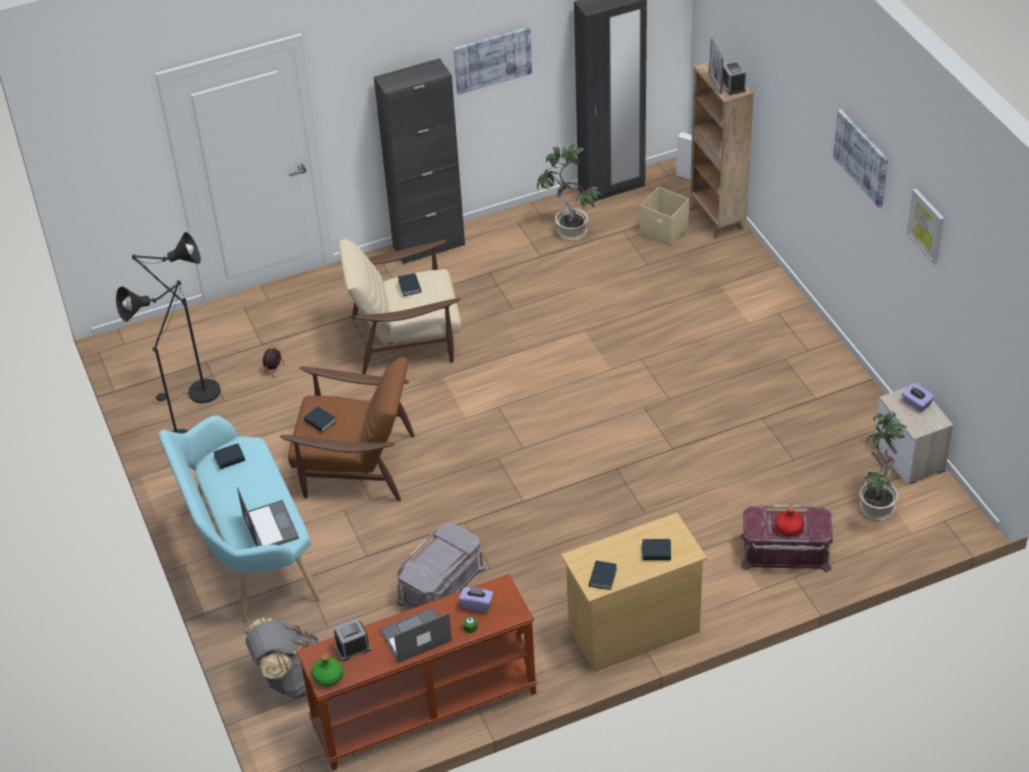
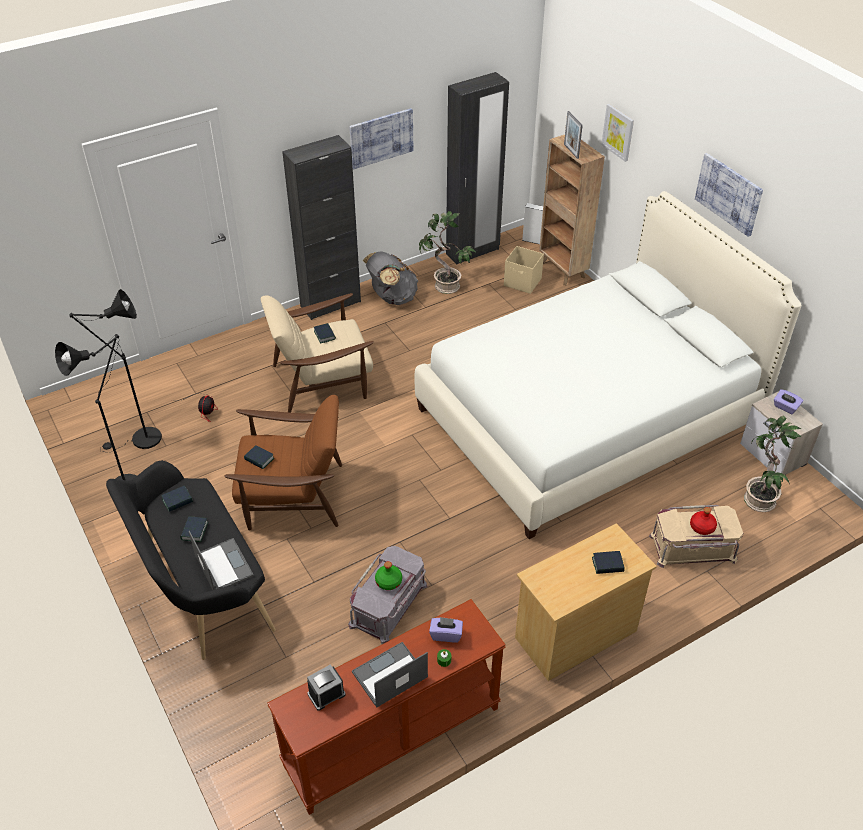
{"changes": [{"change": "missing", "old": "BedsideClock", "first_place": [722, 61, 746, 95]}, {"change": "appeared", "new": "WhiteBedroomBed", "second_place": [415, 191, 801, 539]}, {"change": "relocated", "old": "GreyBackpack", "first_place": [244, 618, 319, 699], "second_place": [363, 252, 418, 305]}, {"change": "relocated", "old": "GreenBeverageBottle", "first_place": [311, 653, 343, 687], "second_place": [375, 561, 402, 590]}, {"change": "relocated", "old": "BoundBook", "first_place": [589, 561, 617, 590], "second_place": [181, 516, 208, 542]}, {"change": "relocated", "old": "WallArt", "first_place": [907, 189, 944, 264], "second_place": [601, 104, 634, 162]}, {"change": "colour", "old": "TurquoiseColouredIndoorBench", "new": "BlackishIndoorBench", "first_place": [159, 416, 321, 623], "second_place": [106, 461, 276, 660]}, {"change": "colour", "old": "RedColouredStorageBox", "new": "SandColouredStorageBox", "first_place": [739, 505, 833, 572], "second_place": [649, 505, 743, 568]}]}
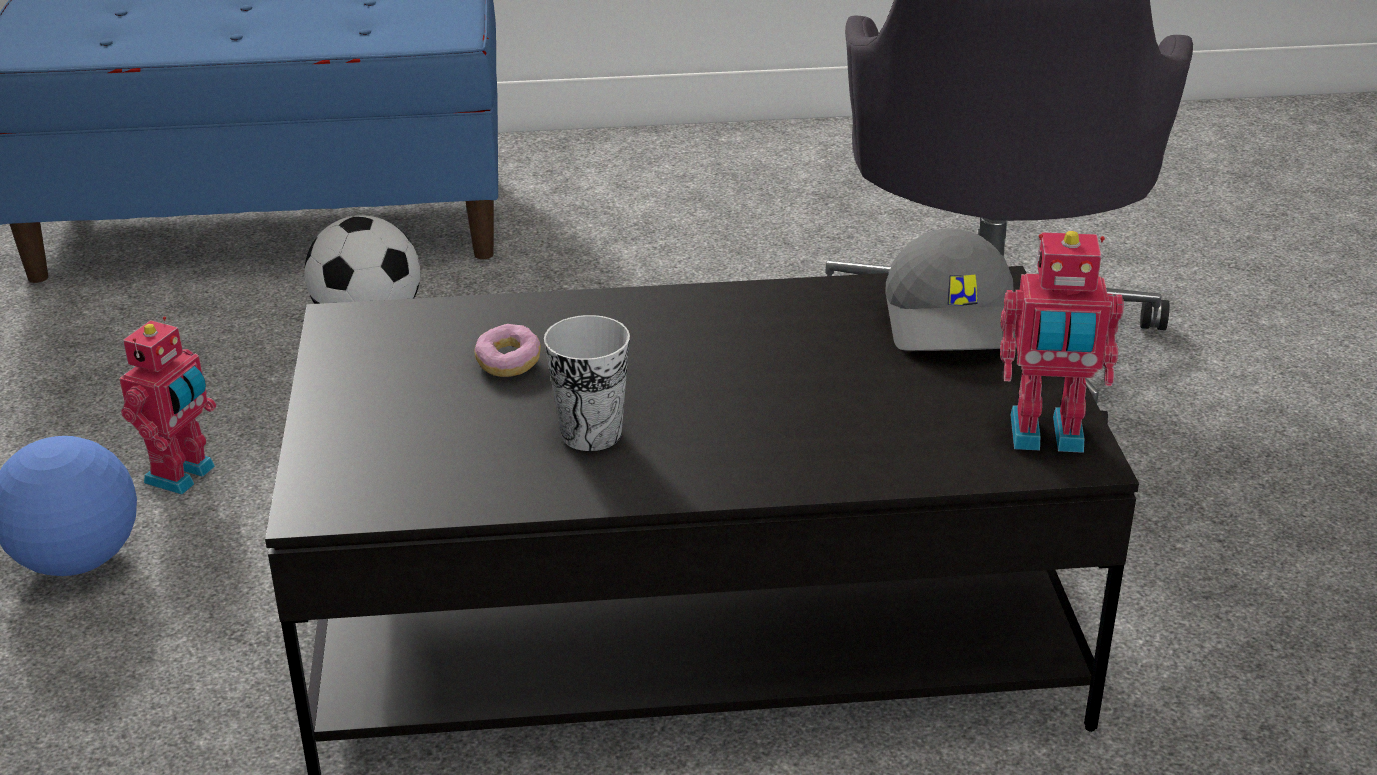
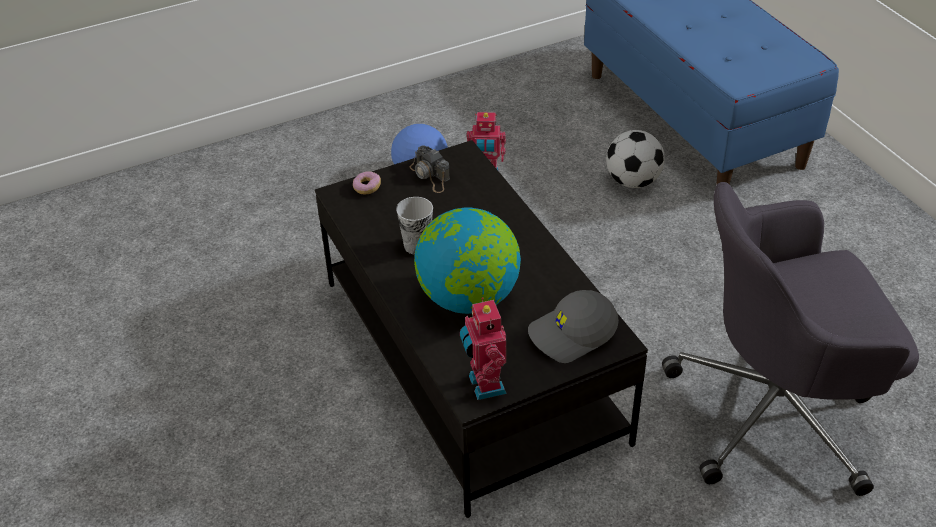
{"changes": [{"change": "appeared", "new": "StillCamera", "second_place": [410, 145, 450, 193]}, {"change": "appeared", "new": "DeskGlobe", "second_place": [414, 207, 521, 314]}, {"change": "relocated", "old": "RingDoughnut", "first_place": [474, 324, 541, 377], "second_place": [353, 171, 381, 194]}]}
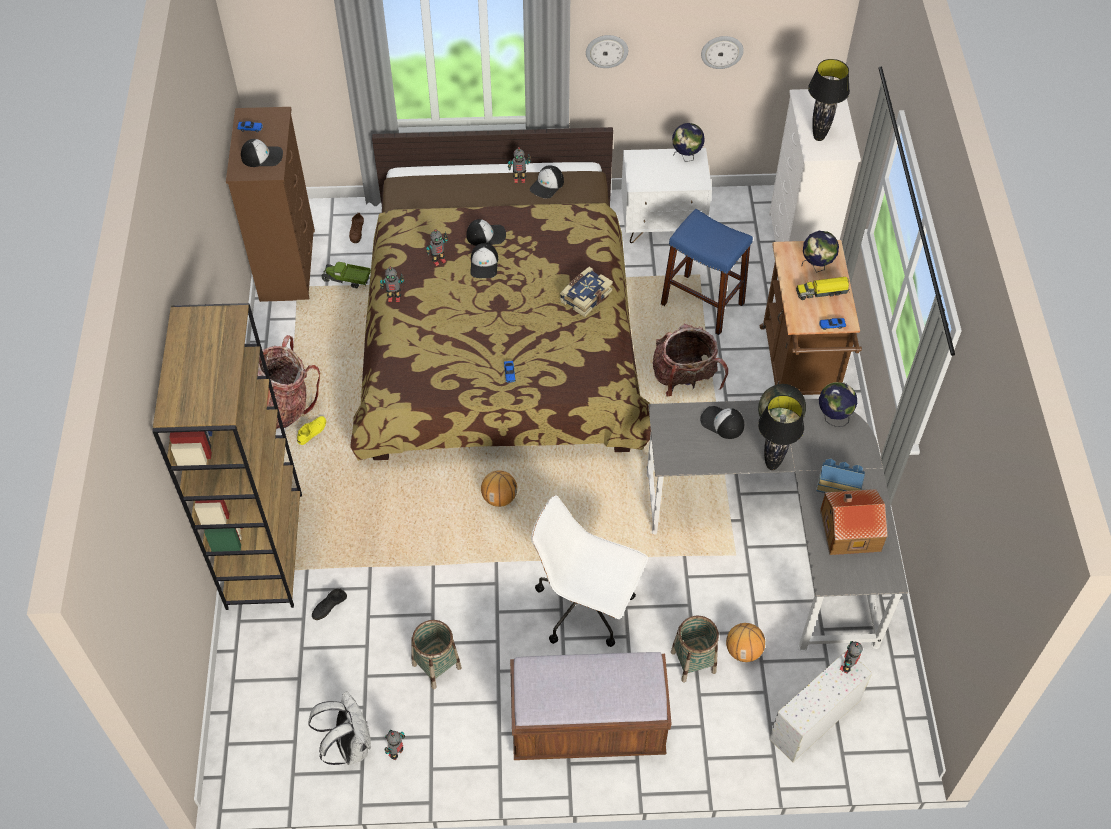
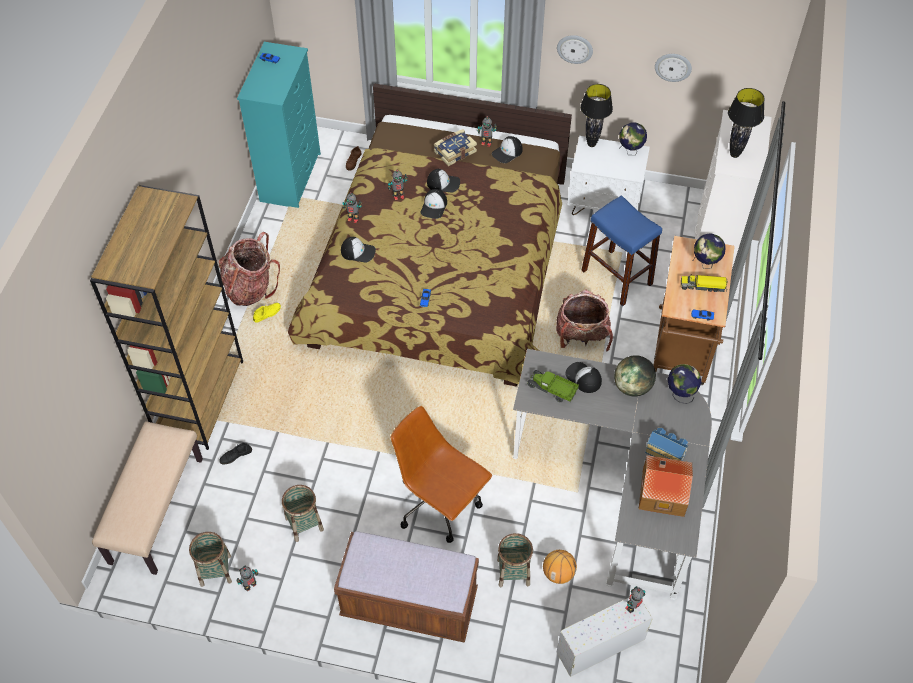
{"changes": [{"change": "missing", "old": "BallForBasketball", "first_place": [481, 470, 517, 507]}, {"change": "appeared", "new": "SandColouredIndoorBench", "second_place": [92, 421, 203, 575]}, {"change": "relocated", "old": "PeakedCap", "first_place": [241, 139, 283, 167], "second_place": [341, 237, 376, 262]}, {"change": "relocated", "old": "ToyLorry", "first_place": [321, 262, 371, 288], "second_place": [528, 370, 579, 402]}, {"change": "relocated", "old": "BoundBook", "first_place": [560, 267, 613, 317], "second_place": [434, 129, 477, 166]}, {"change": "relocated", "old": "BlackishTableLamp", "first_place": [758, 395, 804, 470], "second_place": [580, 84, 613, 147]}, {"change": "exchanged", "old": "WhiteBackpack", "new": "HouseholdBasket", "first_place": [308, 691, 371, 765], "second_place": [189, 532, 232, 587]}, {"change": "colour", "old": "BrownColouredChestOfDrawers", "new": "TurquoiseColouredChestOfDrawers", "first_place": [226, 107, 315, 302], "second_place": [237, 42, 321, 208]}, {"change": "colour", "old": "WhiteOfficeChair", "new": "BrownColouredOfficeChair", "first_place": [531, 495, 648, 647], "second_place": [391, 406, 492, 543]}]}
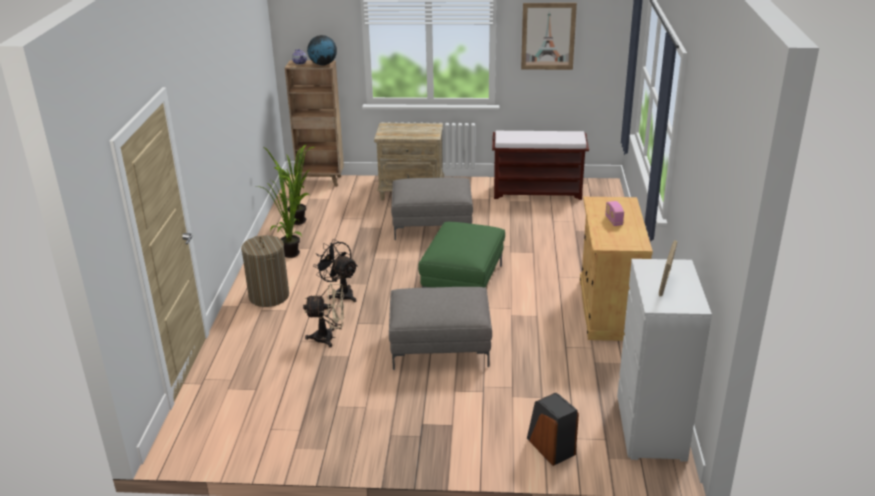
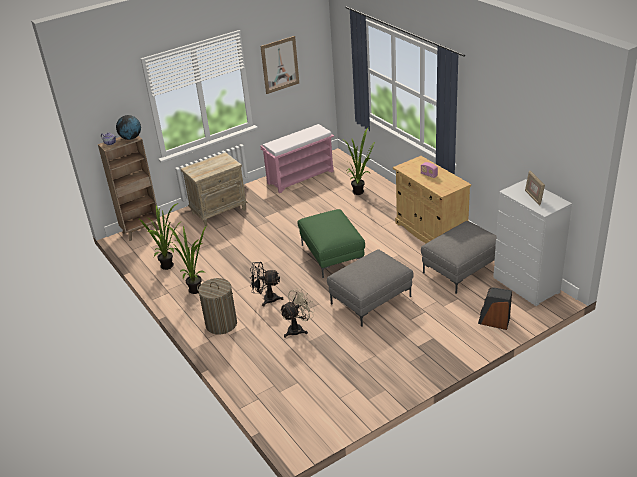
{"changes": [{"change": "appeared", "new": "PlantInAPot", "second_place": [342, 128, 375, 195]}, {"change": "relocated", "old": "GreyPouffe", "first_place": [391, 177, 473, 240], "second_place": [421, 221, 497, 294]}, {"change": "colour", "old": "BrownColouredIndoorBench", "new": "PinkColouredIndoorBench", "first_place": [492, 131, 589, 200], "second_place": [261, 124, 334, 193]}]}
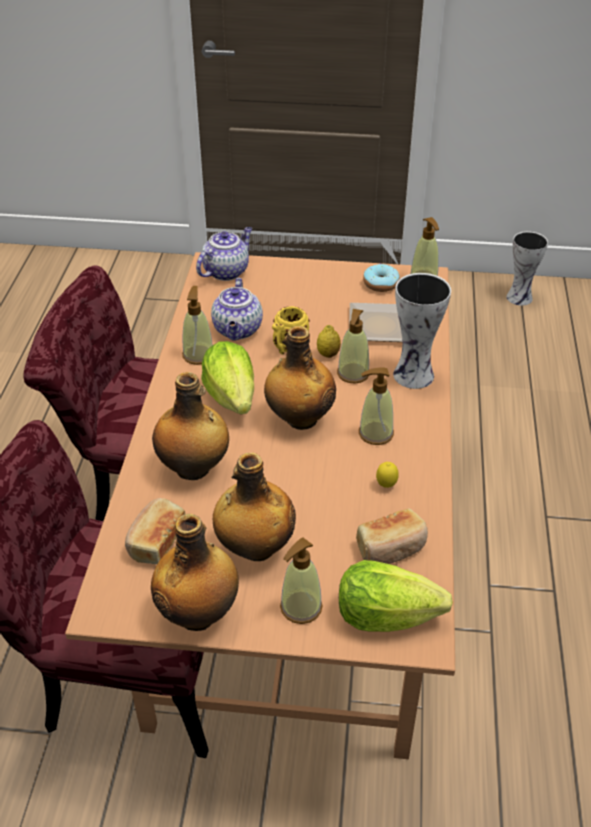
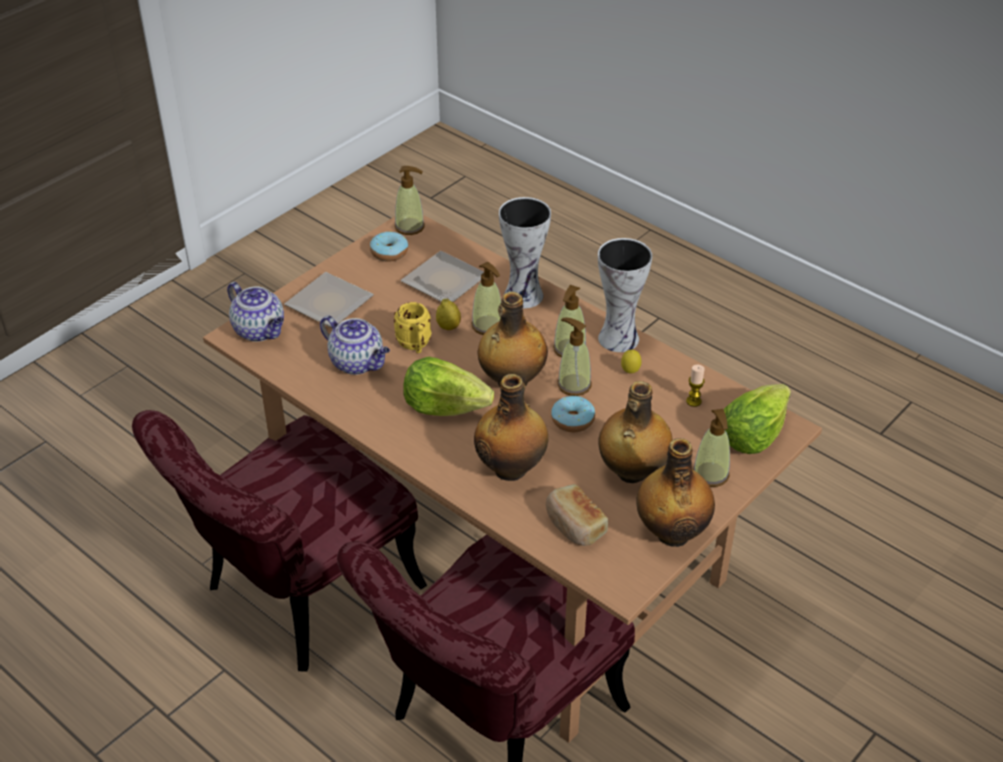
{"changes": [{"change": "appeared", "new": "DinnerPlate", "second_place": [284, 272, 374, 328]}, {"change": "appeared", "new": "RingDoughnut", "second_place": [551, 396, 595, 432]}, {"change": "relocated", "old": "SoapDispenser", "first_place": [182, 286, 213, 365], "second_place": [557, 318, 592, 396]}, {"change": "relocated", "old": "FlowerVase", "first_place": [506, 231, 548, 306], "second_place": [598, 238, 652, 352]}, {"change": "exchanged", "old": "BakeryBread", "new": "Candle", "first_place": [356, 509, 428, 564], "second_place": [686, 365, 705, 407]}, {"change": "spun", "old": "TeaPot", "first_place": [196, 227, 252, 281], "second_place": [227, 282, 284, 342], "degrees": 150}]}
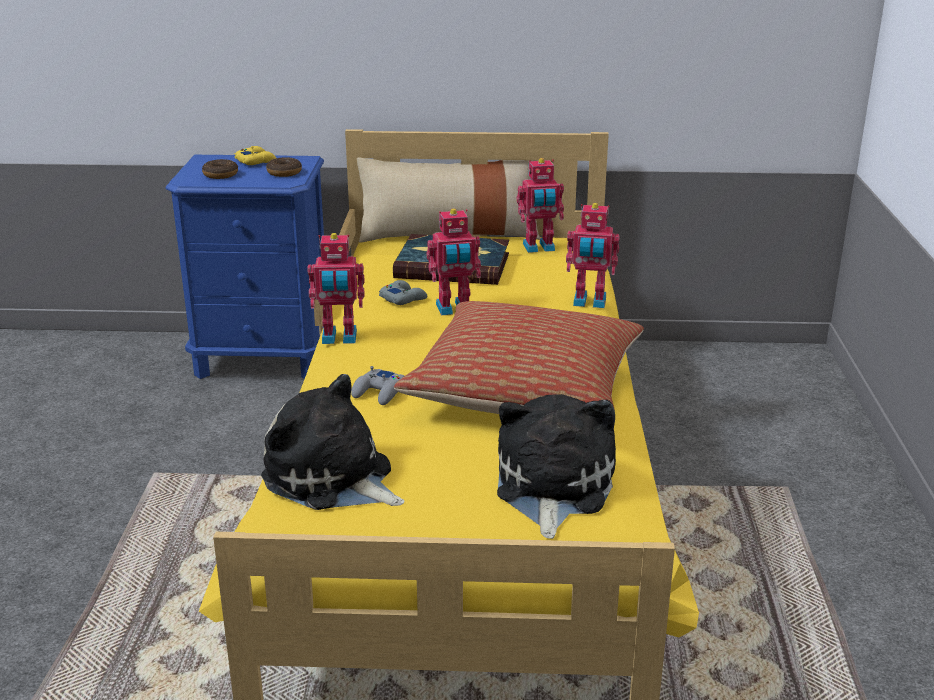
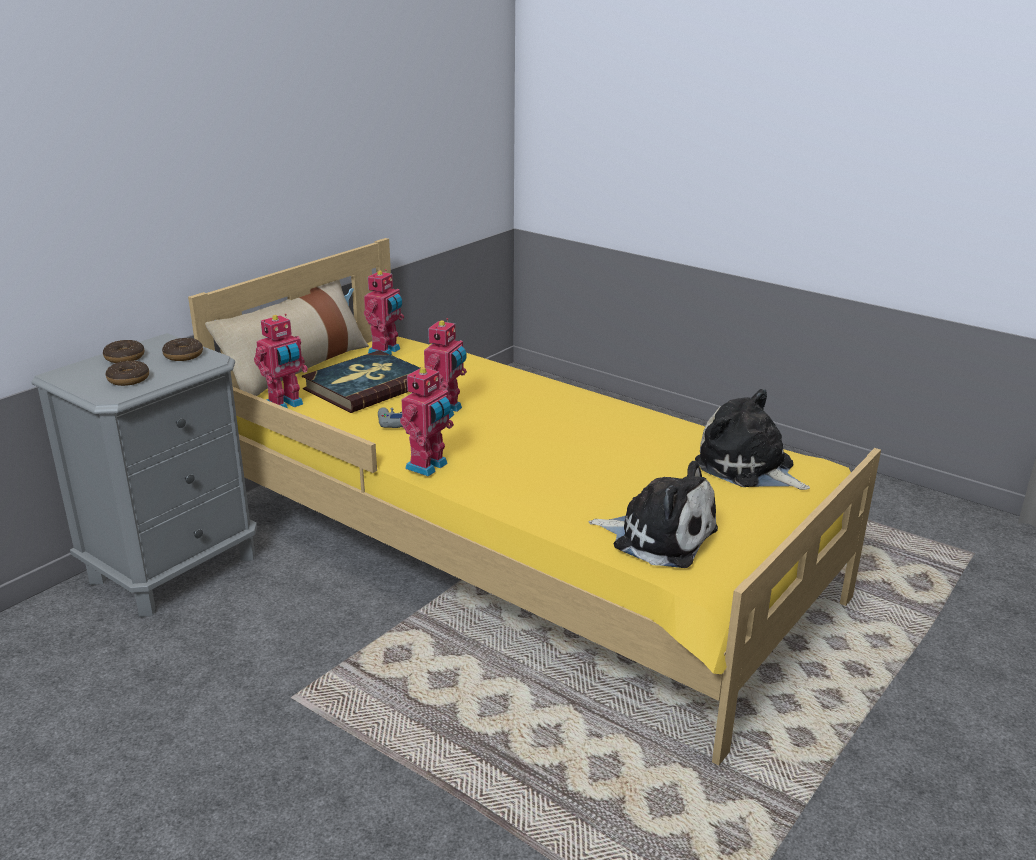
{"changes": [{"change": "missing", "old": "GreyGameController", "first_place": [351, 366, 404, 405]}, {"change": "missing", "old": "Pillow", "first_place": [394, 301, 644, 414]}, {"change": "relocated", "old": "ToyRobot", "first_place": [566, 203, 620, 308], "second_place": [254, 314, 308, 408]}, {"change": "exchanged", "old": "YellowColouredGameController", "new": "RingDoughnut", "first_place": [234, 146, 276, 165], "second_place": [103, 340, 144, 363]}, {"change": "colour", "old": "BlueColouredNightTable", "new": "GreyNightTable", "first_place": [166, 155, 324, 379], "second_place": [32, 333, 257, 617]}, {"change": "spun", "old": "CuddlyToy", "first_place": [261, 374, 405, 510], "second_place": [589, 461, 718, 568], "degrees": -135}]}
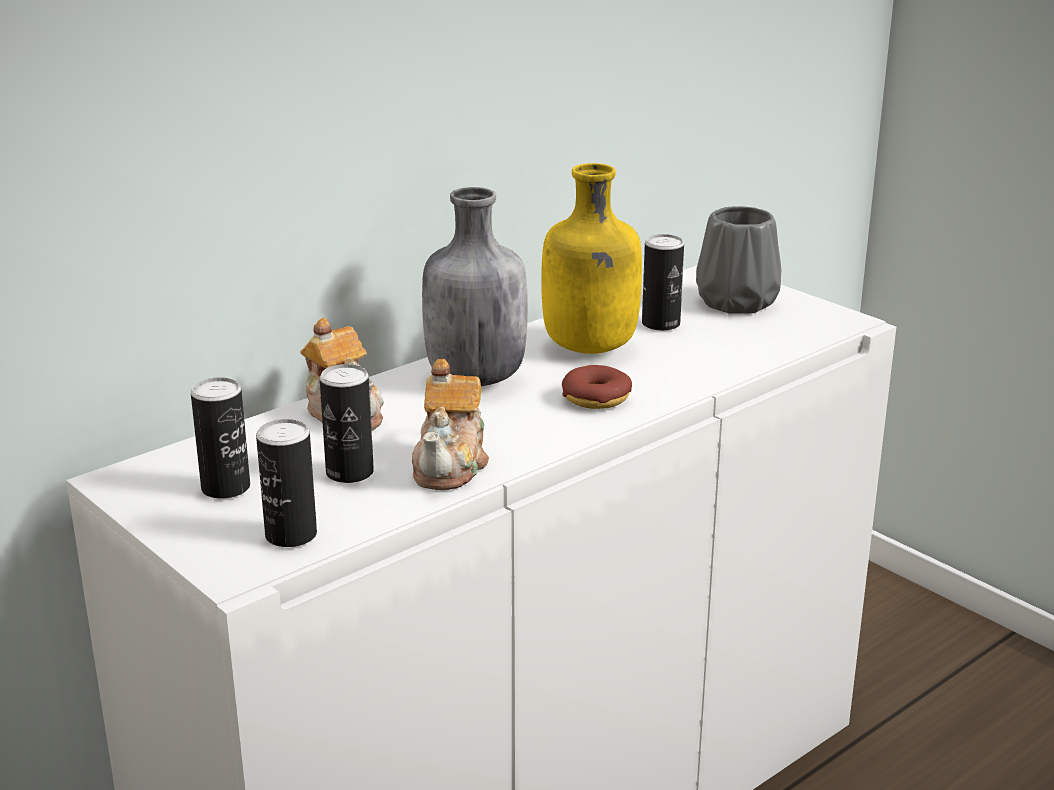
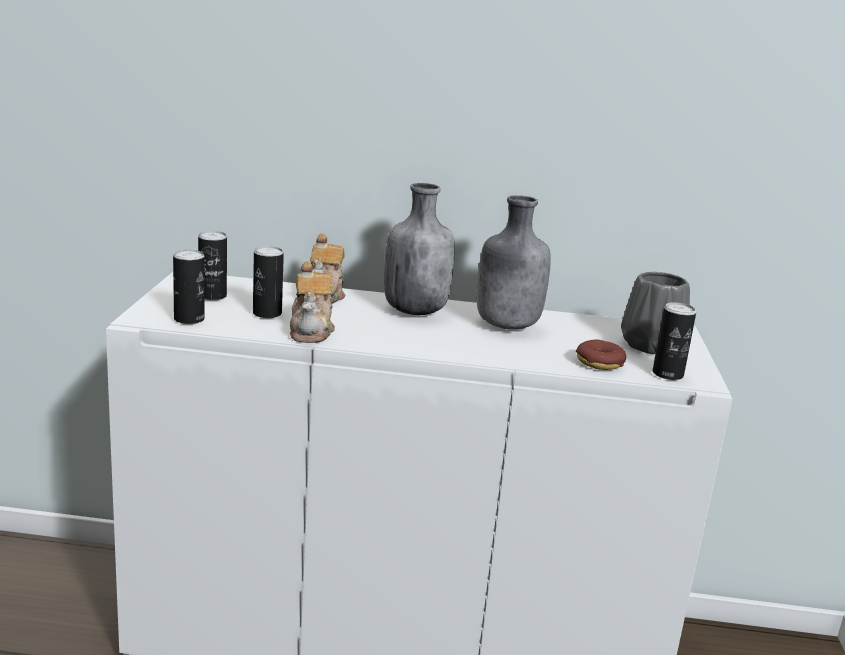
{"changes": [{"change": "relocated", "old": "RingDoughnut", "first_place": [562, 365, 632, 409], "second_place": [576, 339, 626, 370]}, {"change": "relocated", "old": "MetalCan", "first_place": [642, 234, 684, 331], "second_place": [652, 302, 696, 380]}, {"change": "colour", "old": "YellowColouredBeverageBottle", "new": "GreyBeverageBottle", "first_place": [541, 163, 642, 354], "second_place": [477, 195, 551, 330]}, {"change": "spun", "old": "TeaPot", "first_place": [412, 359, 489, 490], "second_place": [290, 261, 335, 343], "degrees": -60}]}
